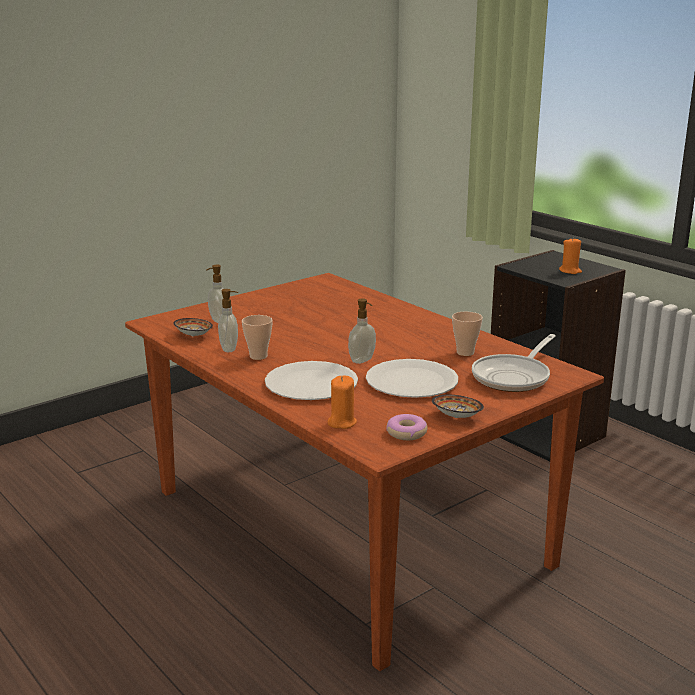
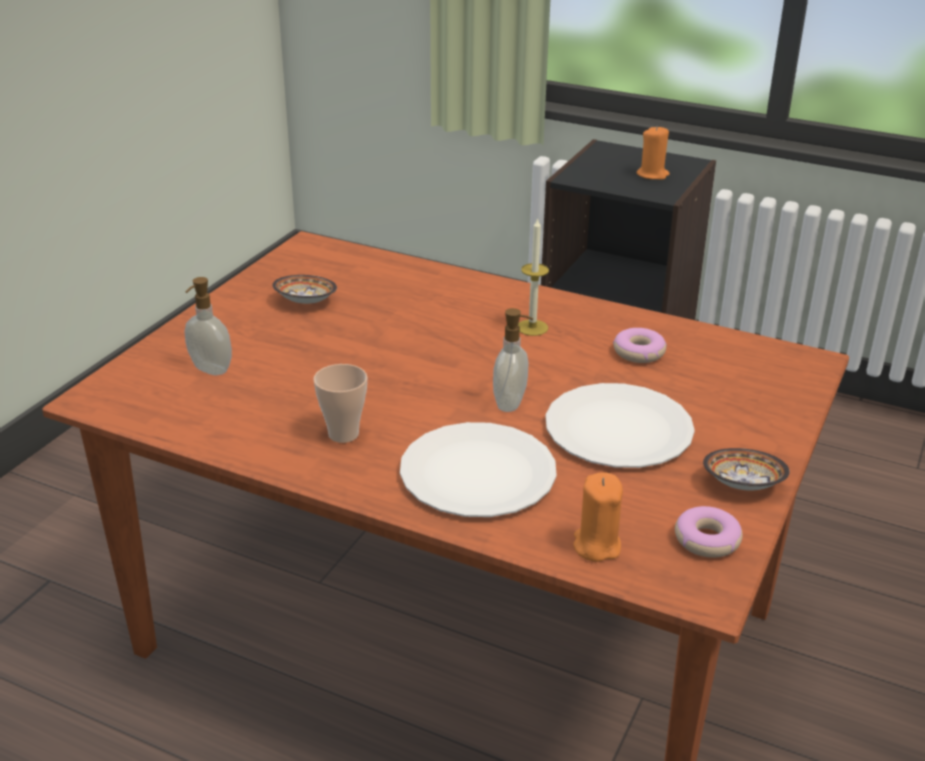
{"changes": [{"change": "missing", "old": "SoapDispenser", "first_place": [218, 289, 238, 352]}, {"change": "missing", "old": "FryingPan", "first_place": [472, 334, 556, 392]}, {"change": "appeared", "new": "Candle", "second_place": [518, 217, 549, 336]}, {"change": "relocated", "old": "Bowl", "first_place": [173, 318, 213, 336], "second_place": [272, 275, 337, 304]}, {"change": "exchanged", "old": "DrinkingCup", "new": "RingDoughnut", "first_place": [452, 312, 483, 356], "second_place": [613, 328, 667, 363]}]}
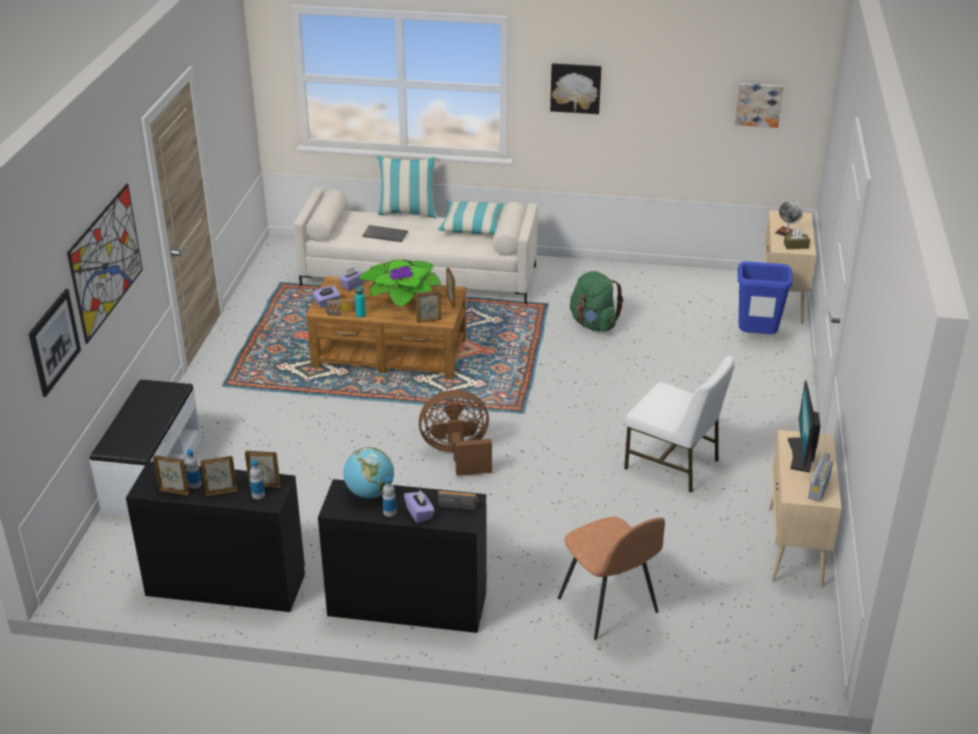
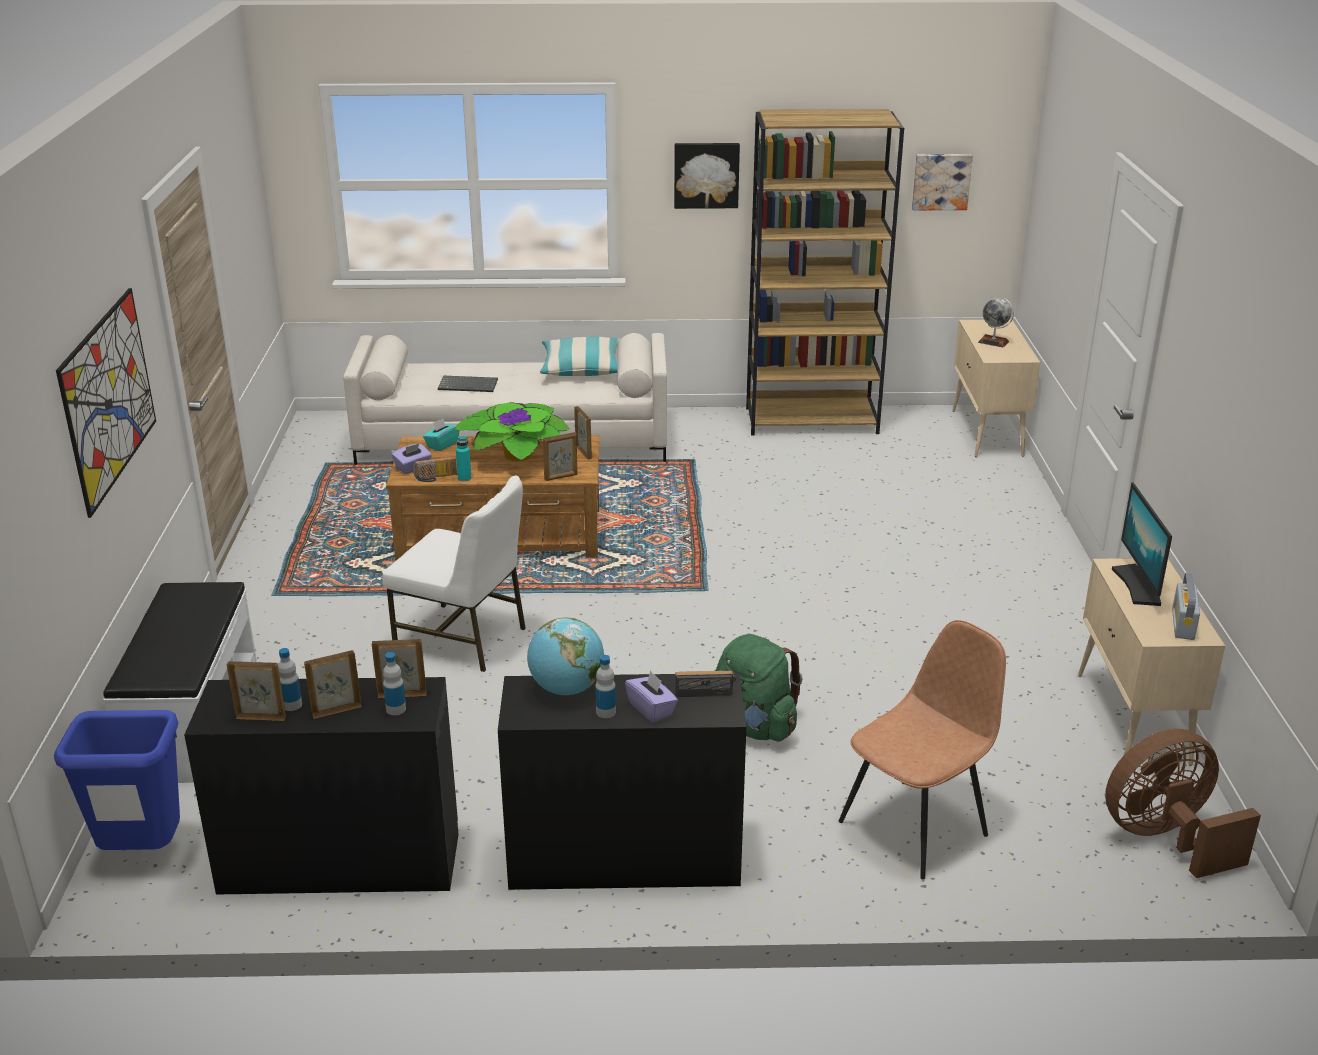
{"changes": [{"change": "missing", "old": "WallArt", "first_place": [28, 289, 81, 397]}, {"change": "missing", "old": "Pillow", "first_place": [377, 156, 438, 218]}, {"change": "missing", "old": "BrownColouredTissueHolder", "first_place": [784, 228, 810, 249]}, {"change": "appeared", "new": "BrownColouredShelvingUnit", "second_place": [746, 109, 904, 435]}, {"change": "relocated", "old": "BrownColouredCoolingFan", "first_place": [419, 390, 492, 476], "second_place": [1105, 729, 1261, 878]}, {"change": "relocated", "old": "GreenBackpack", "first_place": [570, 271, 623, 332], "second_place": [715, 634, 802, 741]}, {"change": "relocated", "old": "WhitePlainChair", "first_place": [624, 356, 735, 493], "second_place": [382, 475, 526, 672]}, {"change": "relocated", "old": "BlueColouredRubbishBin", "first_place": [738, 261, 793, 334], "second_place": [54, 710, 180, 850]}, {"change": "colour", "old": "PurpleTissueHolder", "new": "TurquoiseColouredTissueHolder", "first_place": [339, 267, 365, 291], "second_place": [423, 418, 460, 451]}, {"change": "spun", "old": "BrownColouredPlainChair", "first_place": [558, 517, 665, 640], "second_place": [839, 620, 1006, 879], "degrees": -90}]}
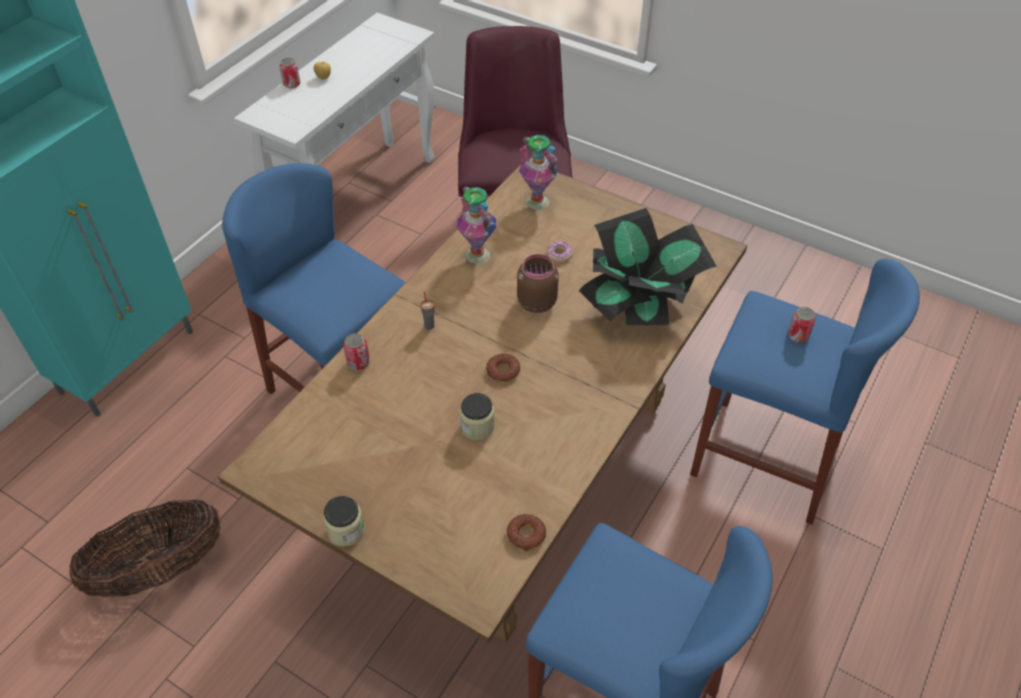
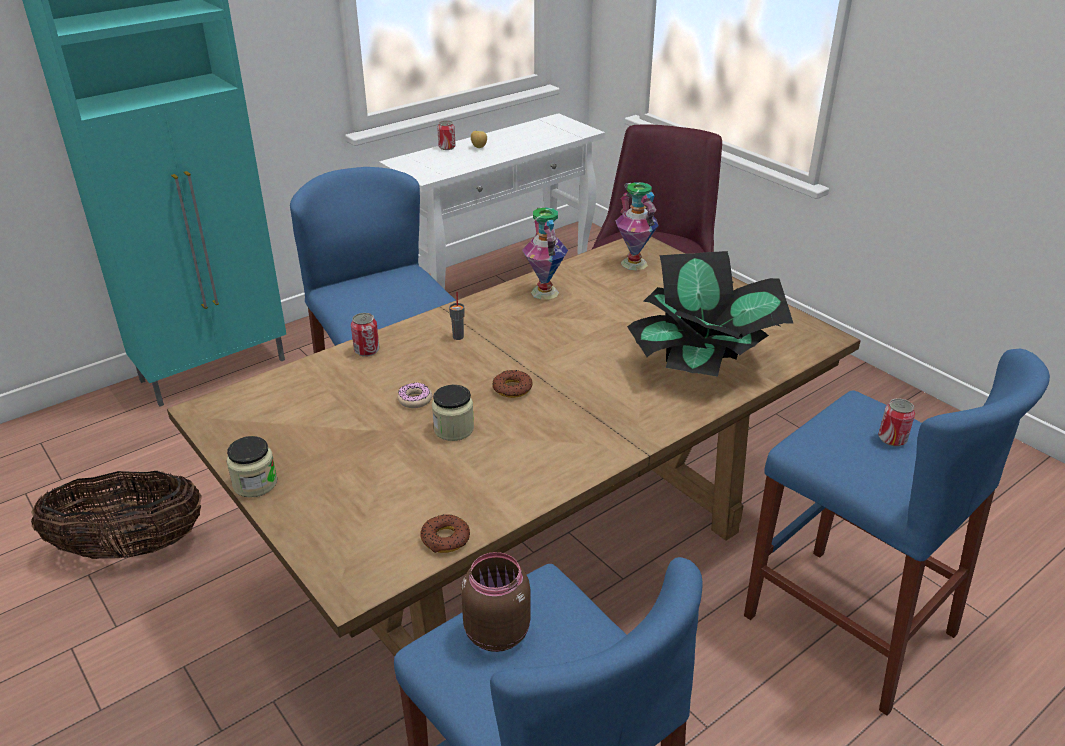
{"changes": [{"change": "relocated", "old": "BrownColouredJar", "first_place": [517, 254, 559, 313], "second_place": [461, 552, 530, 652]}, {"change": "relocated", "old": "RingDoughnut", "first_place": [547, 241, 573, 262], "second_place": [398, 382, 432, 408]}]}
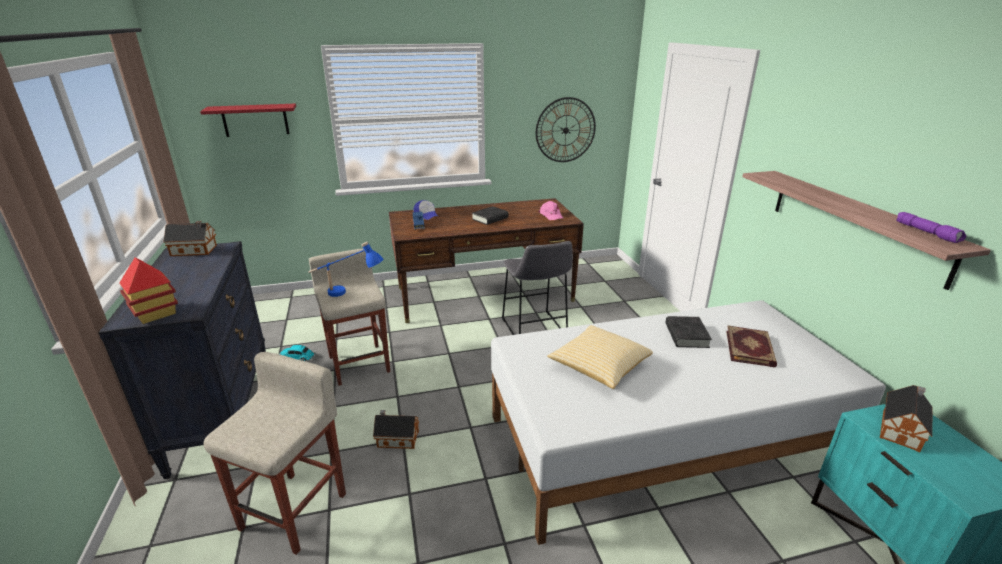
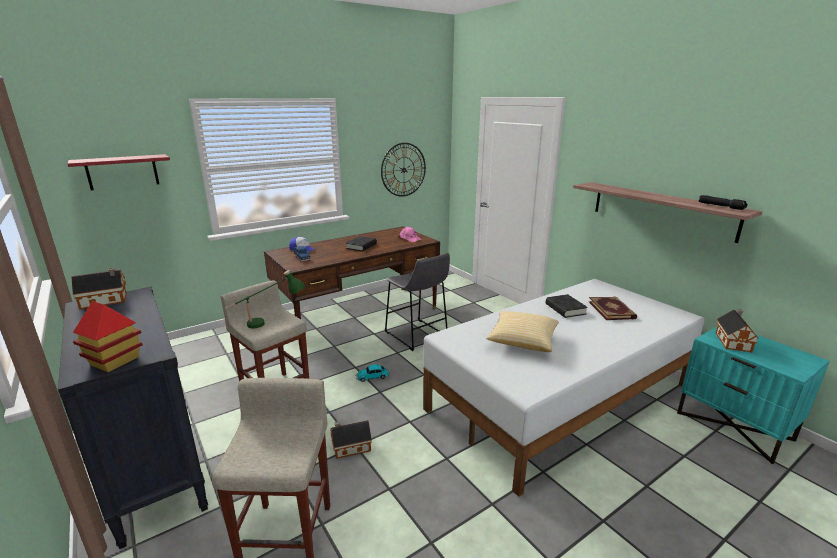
{"changes": [{"change": "relocated", "old": "ModelCar", "first_place": [280, 345, 316, 361], "second_place": [356, 364, 390, 382]}, {"change": "colour", "old": "BlueColouredTableLamp", "new": "GreenTableLamp", "first_place": [308, 242, 384, 297], "second_place": [225, 270, 305, 328]}, {"change": "colour", "old": "PurpleHandTorch", "new": "BlackishHandTorch", "first_place": [896, 212, 966, 243], "second_place": [699, 195, 747, 210]}]}
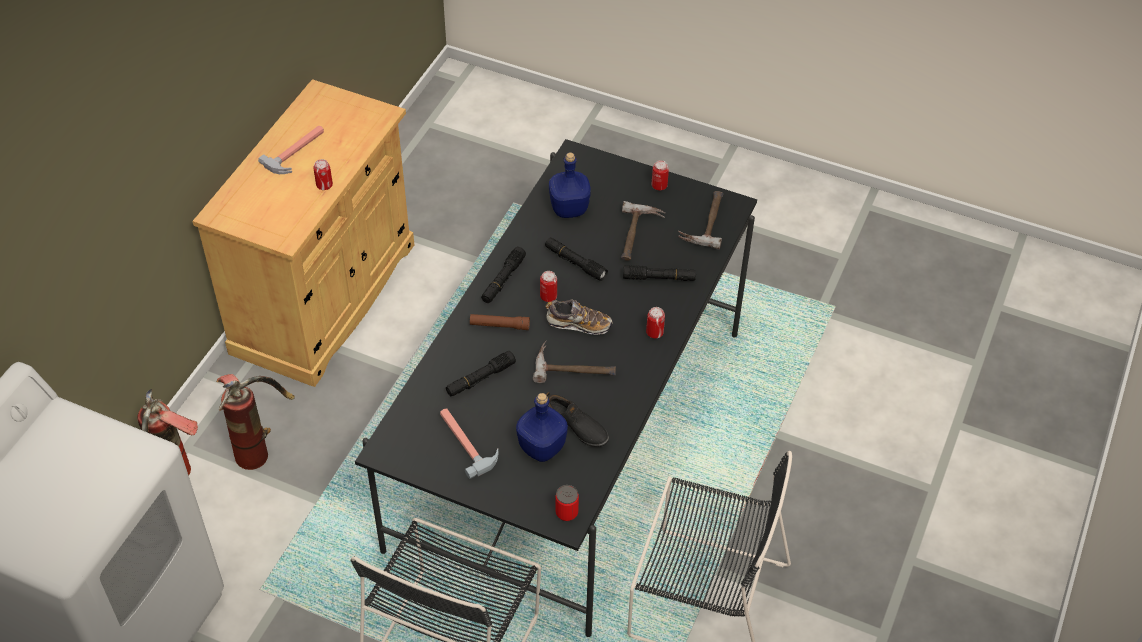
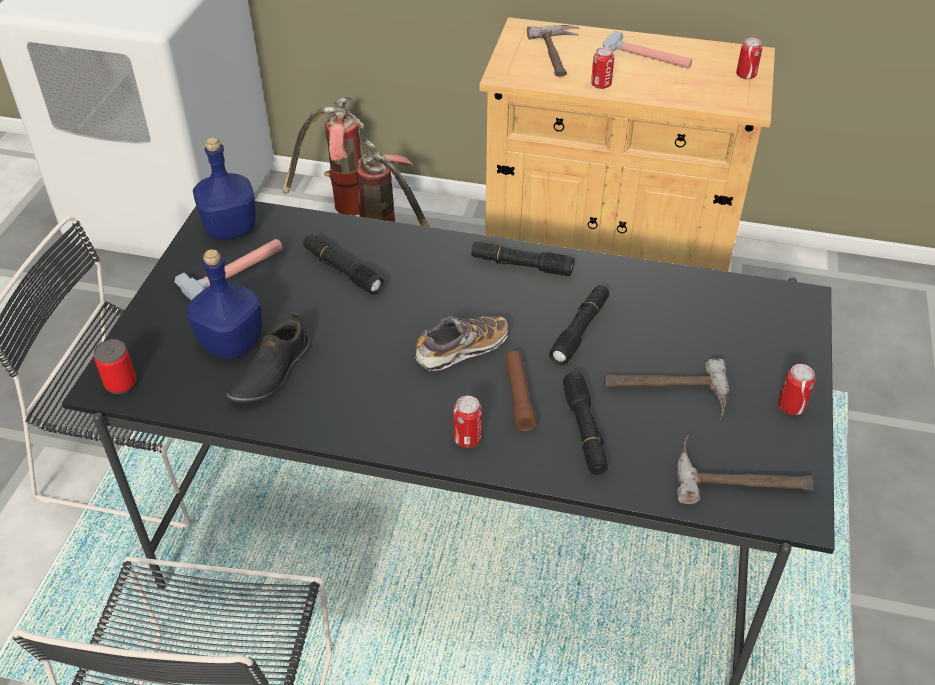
{"changes": [{"change": "relocated", "old": "BrownColouredHandTorch", "first_place": [470, 314, 530, 330], "second_place": [505, 351, 536, 431]}, {"change": "relocated", "old": "HandHammer", "first_place": [533, 341, 616, 383], "second_place": [527, 25, 579, 77]}, {"change": "relocated", "old": "MetalCan", "first_place": [540, 271, 557, 302], "second_place": [736, 38, 762, 79]}, {"change": "relocated", "old": "BlueColouredBeverageBottle", "first_place": [549, 152, 591, 218], "second_place": [193, 137, 256, 240]}, {"change": "spun", "old": "ItemOfFootwear", "first_place": [545, 299, 613, 335], "second_place": [415, 316, 508, 371], "degrees": -120}]}
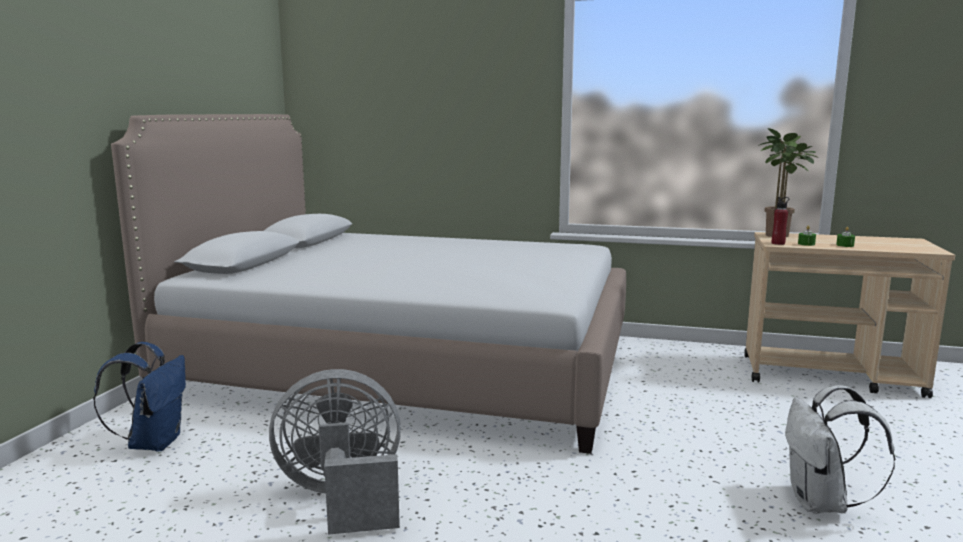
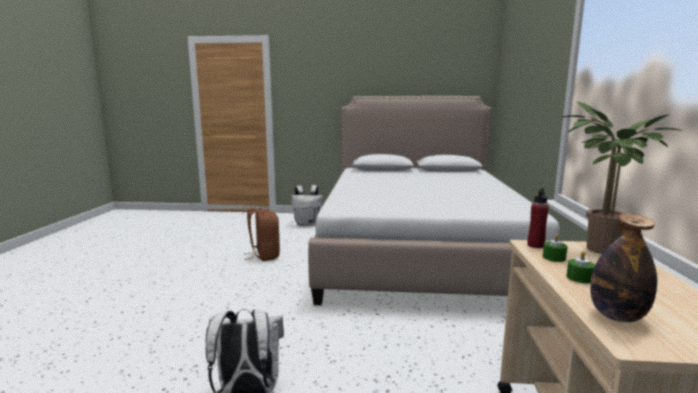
{"changes": [{"change": "appeared", "new": "BeverageBottle", "second_place": [590, 214, 657, 322]}, {"change": "exchanged", "old": "GreyCoolingFan", "new": "BrownColouredBackpack", "first_place": [269, 369, 401, 535], "second_place": [245, 208, 280, 261]}, {"change": "colour", "old": "BlueColouredBackpack", "new": "WhiteBackpack", "first_place": [93, 342, 186, 452], "second_place": [291, 185, 323, 226]}]}
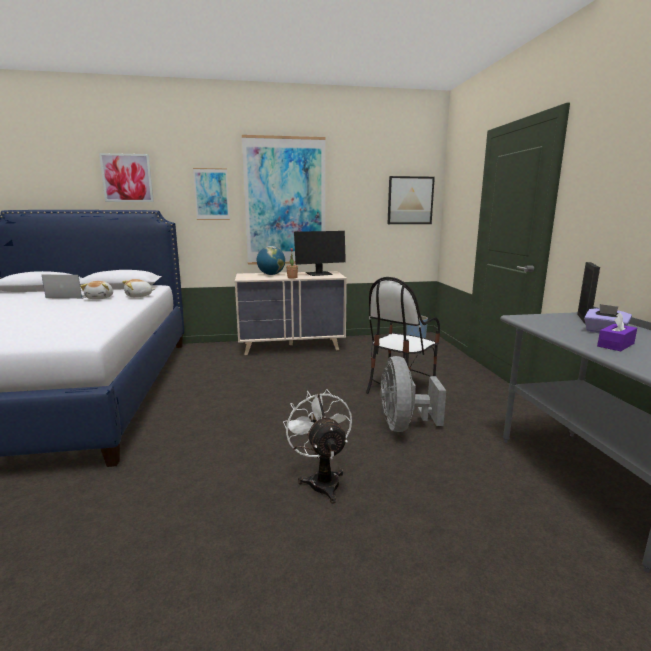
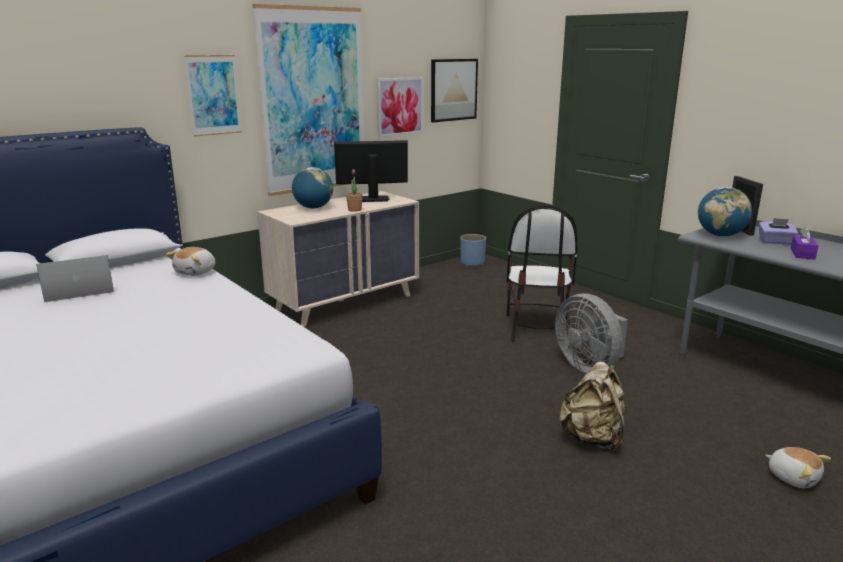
{"changes": [{"change": "appeared", "new": "DeskGlobe", "second_place": [698, 187, 752, 237]}, {"change": "relocated", "old": "CuddlyToy", "first_place": [80, 281, 113, 299], "second_place": [765, 447, 831, 488]}, {"change": "relocated", "old": "WallArt", "first_place": [99, 153, 154, 202], "second_place": [377, 77, 423, 137]}, {"change": "exchanged", "old": "WhiteCoolingFan", "new": "SandColouredBackpack", "first_place": [283, 389, 352, 504], "second_place": [559, 361, 625, 451]}, {"change": "spun", "old": "Monitor", "first_place": [294, 231, 346, 276], "second_place": [334, 140, 408, 202], "degrees": -135}]}
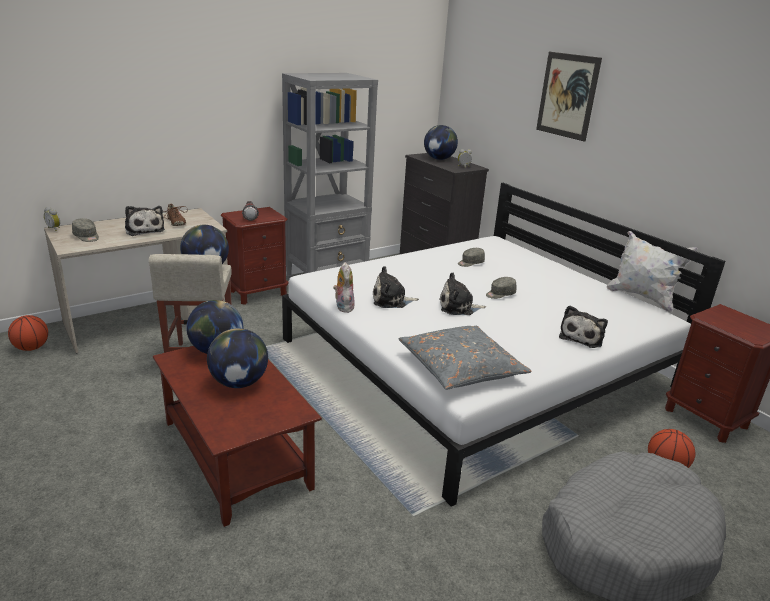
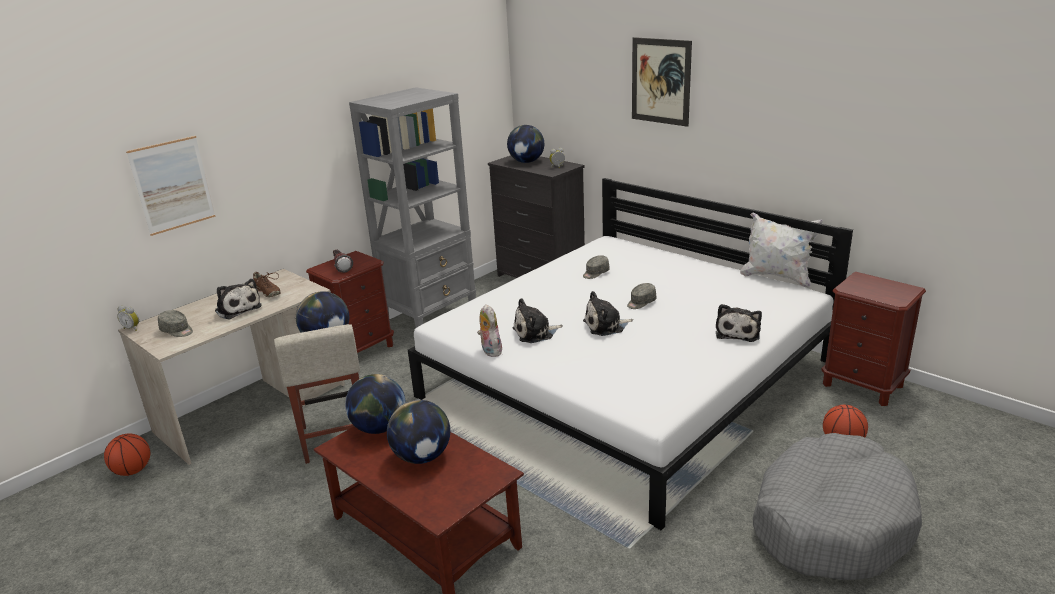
{"changes": [{"change": "missing", "old": "GreyPillow", "first_place": [398, 326, 532, 390]}, {"change": "appeared", "new": "WallArt", "second_place": [126, 136, 216, 236]}]}
